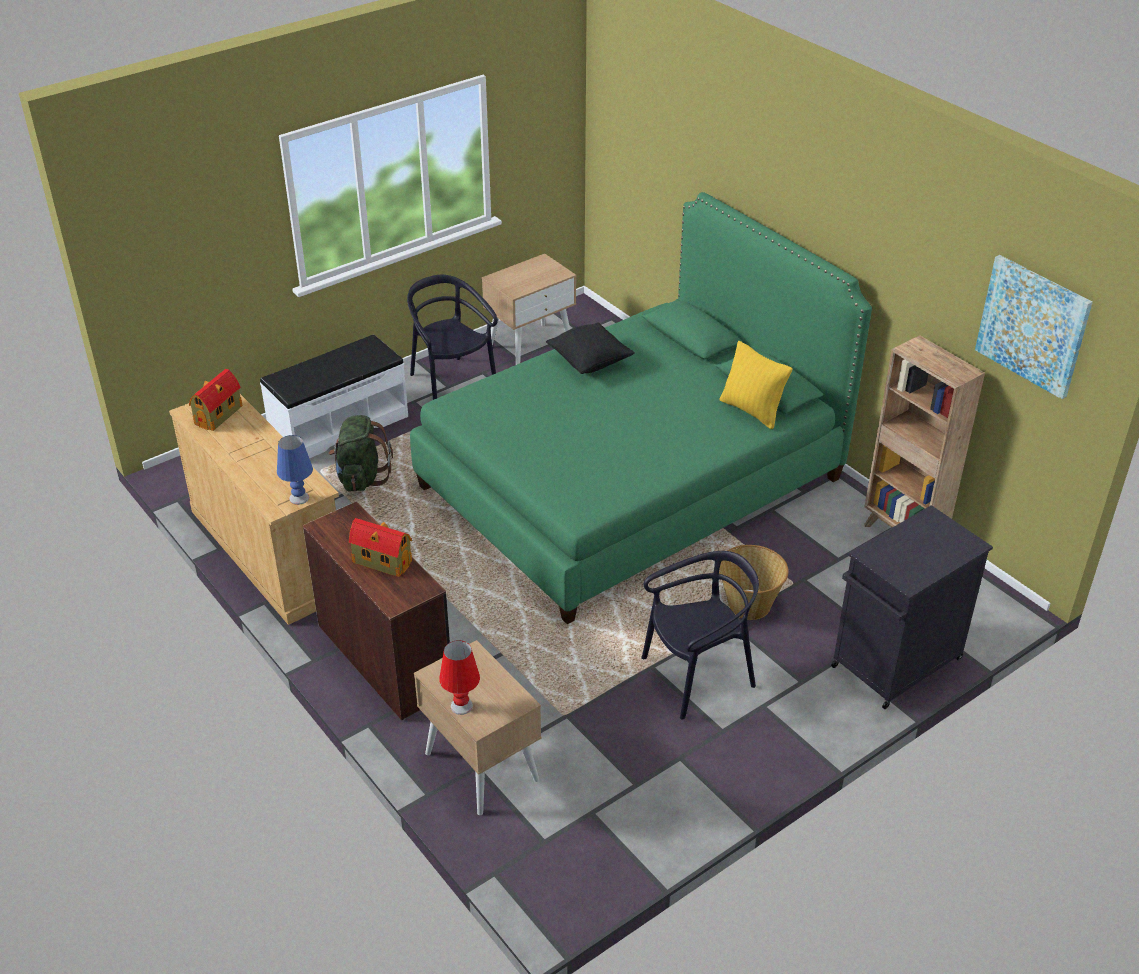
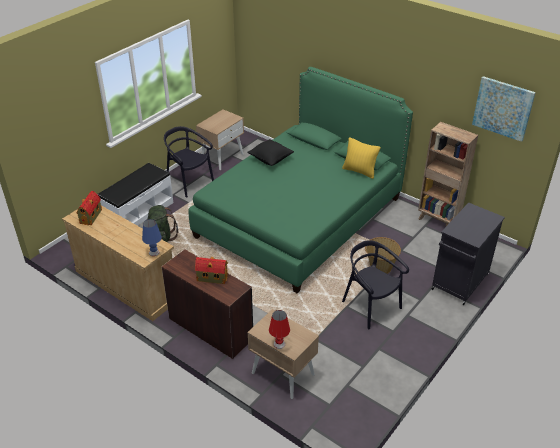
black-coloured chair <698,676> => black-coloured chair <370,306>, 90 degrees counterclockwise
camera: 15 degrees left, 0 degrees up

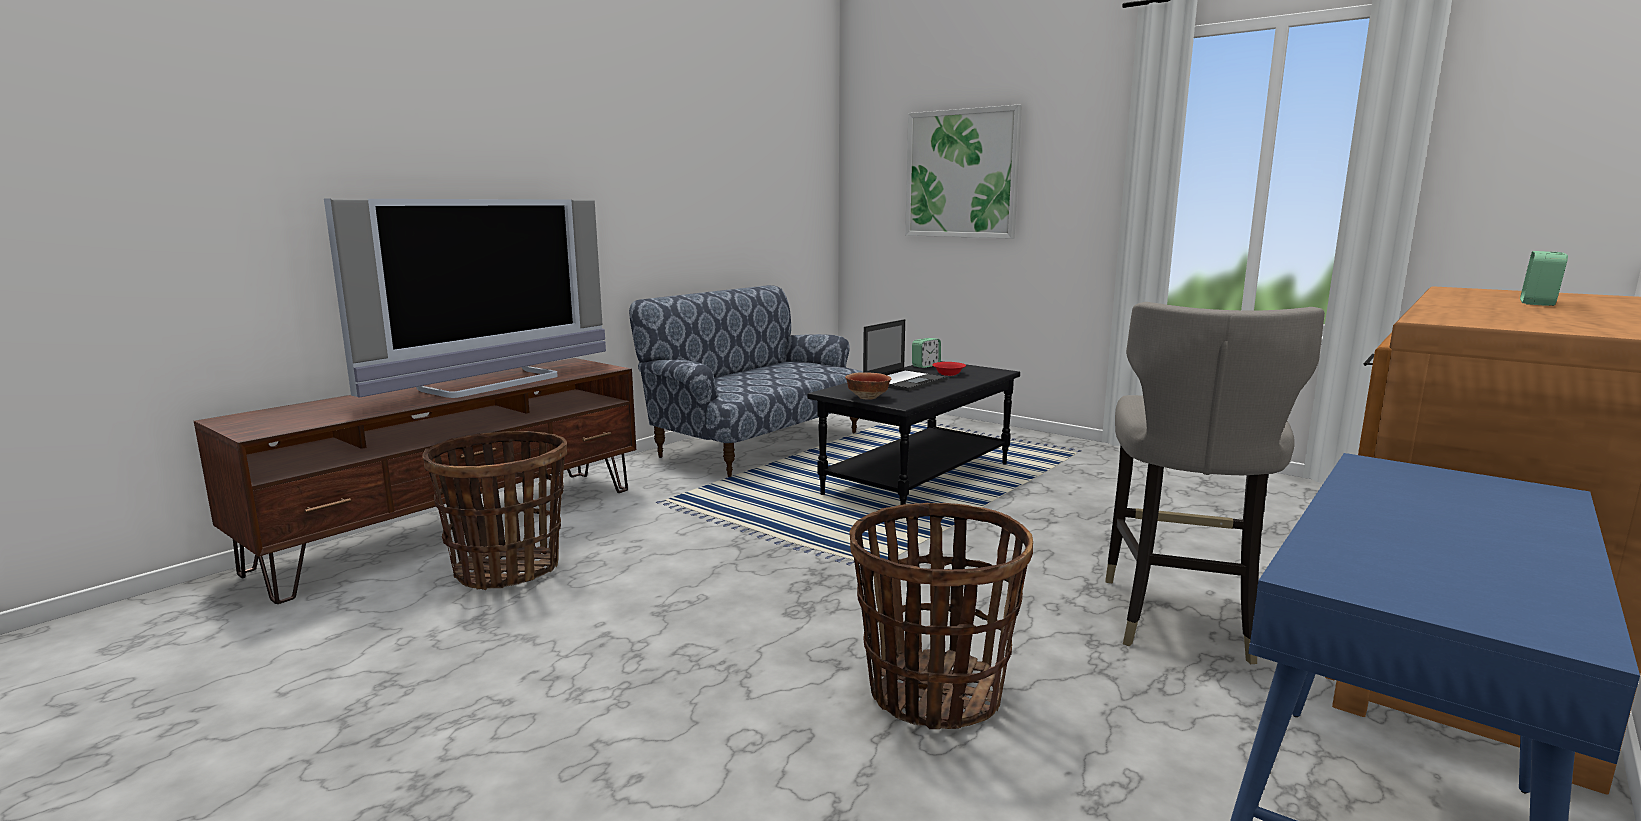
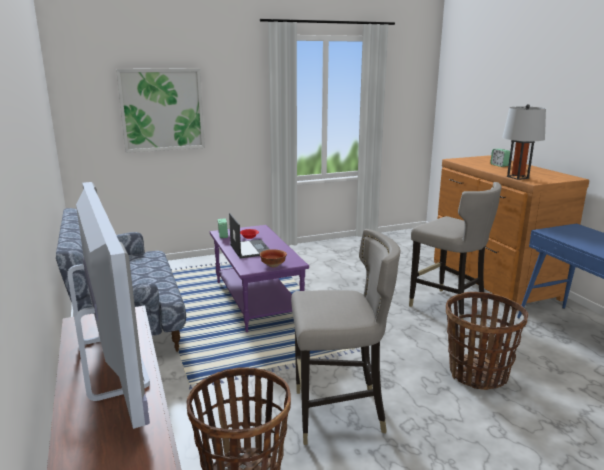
nothing => gray stool seat <339,414>
nothing => gray table lamp <518,177>
black-coloured coffee table <917,478> => purple coffee table <255,300>
camera: 60 degrees left, 5 degrees up

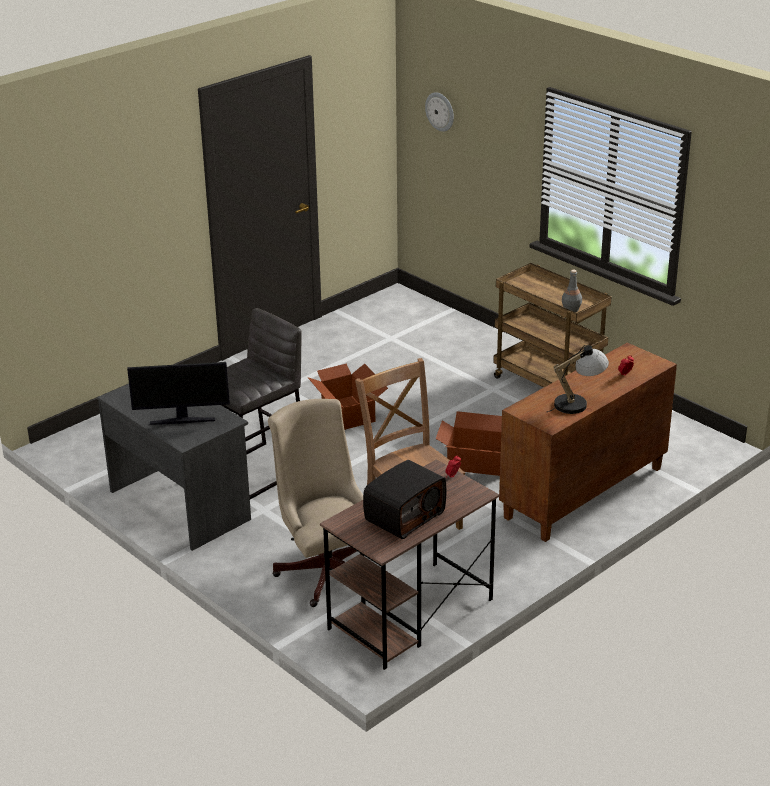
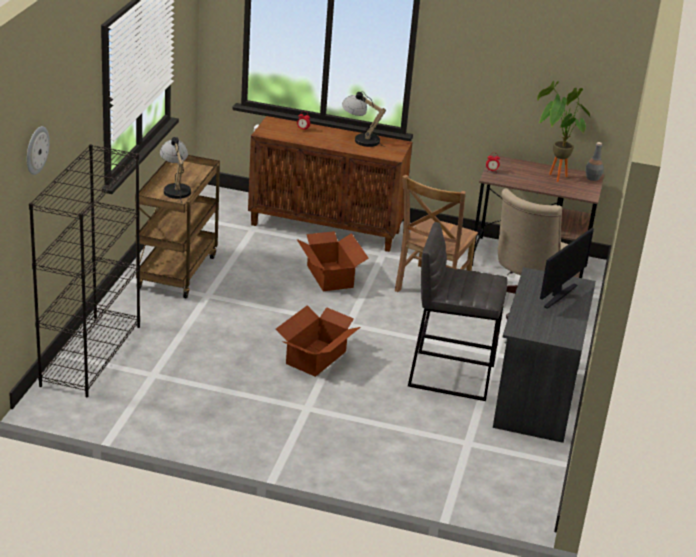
nothing => black-coloured bookshelf <91,355>
nothing => table lamp <175,188>
gray drink bottle <571,309> => gray drink bottle <592,178>, relocated
radio <404,516> => potted plant <553,177>
computer display <182,420> => computer display <559,295>, 75 degrees clockwise
camera: 125 degrees left, 0 degrees up

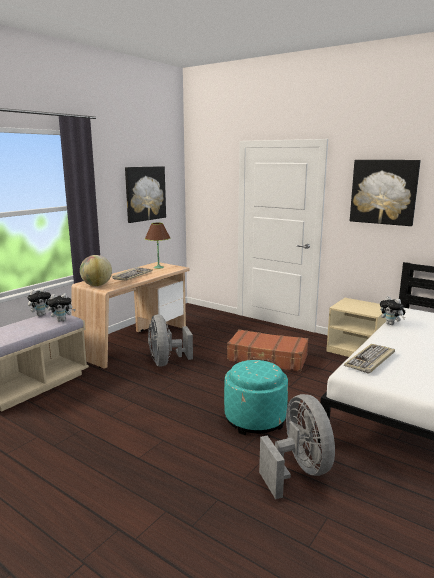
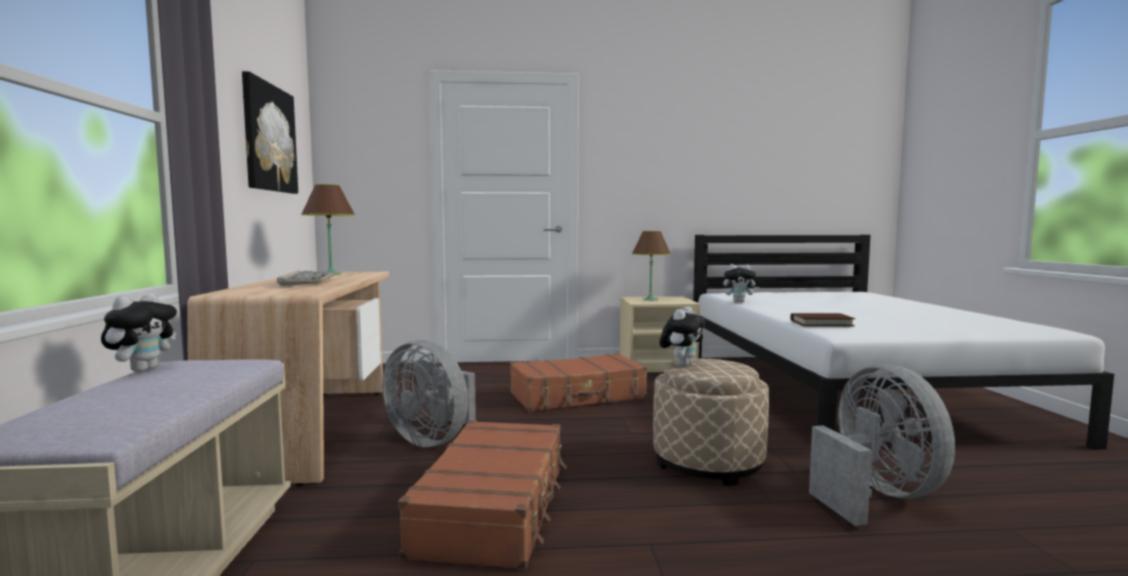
globe <97,285> => nothing
wall art <383,192> => nothing
nothing => brown-coloured suitcase <495,507>
nothing => brown-coloured table lamp <650,299>
soft toy <62,320> => soft toy <682,364>, relocated
keyboard <370,360> => brown-coloured volume <821,323>
turquoise pouffe <255,419> => sand-coloured pouffe <708,462>
gray electric fan <298,471> => gray electric fan <875,495>, 45 degrees clockwise
camera: 40 degrees left, 10 degrees down

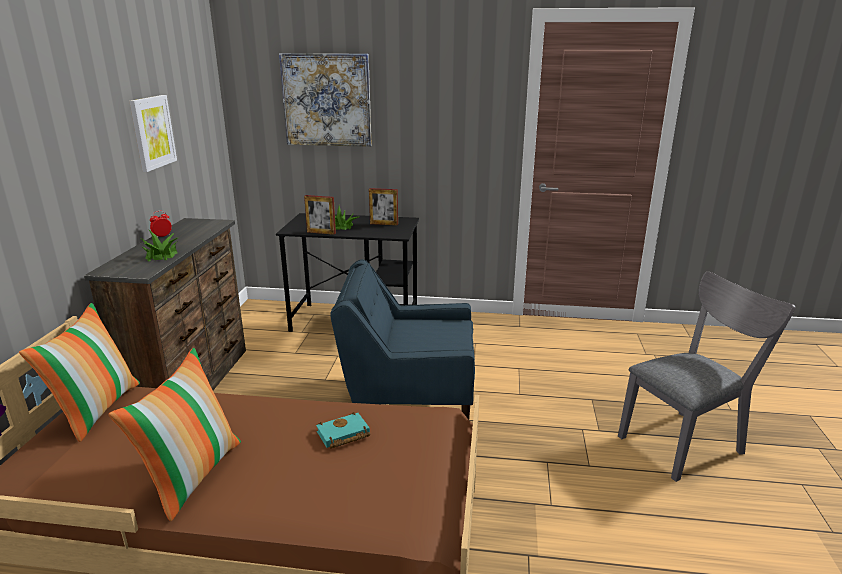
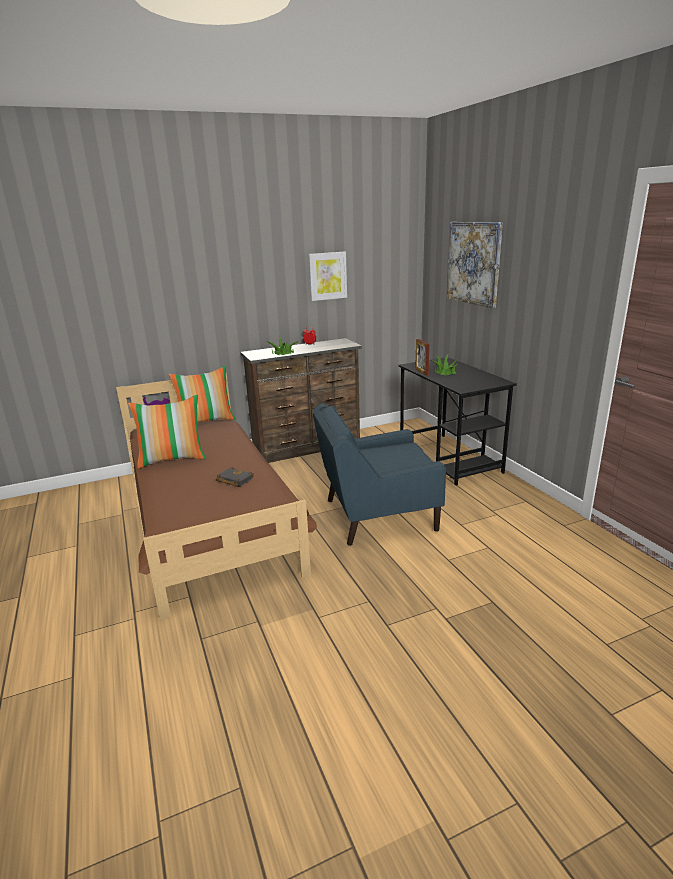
photo frame <384,224> => nothing
gray chair <686,441> => nothing
turquoise volume <342,435> => black-coloured volume <233,480>
blue easy chair <408,400> => blue easy chair <376,515>, 75 degrees counterclockwise
camera: 60 degrees right, 0 degrees up

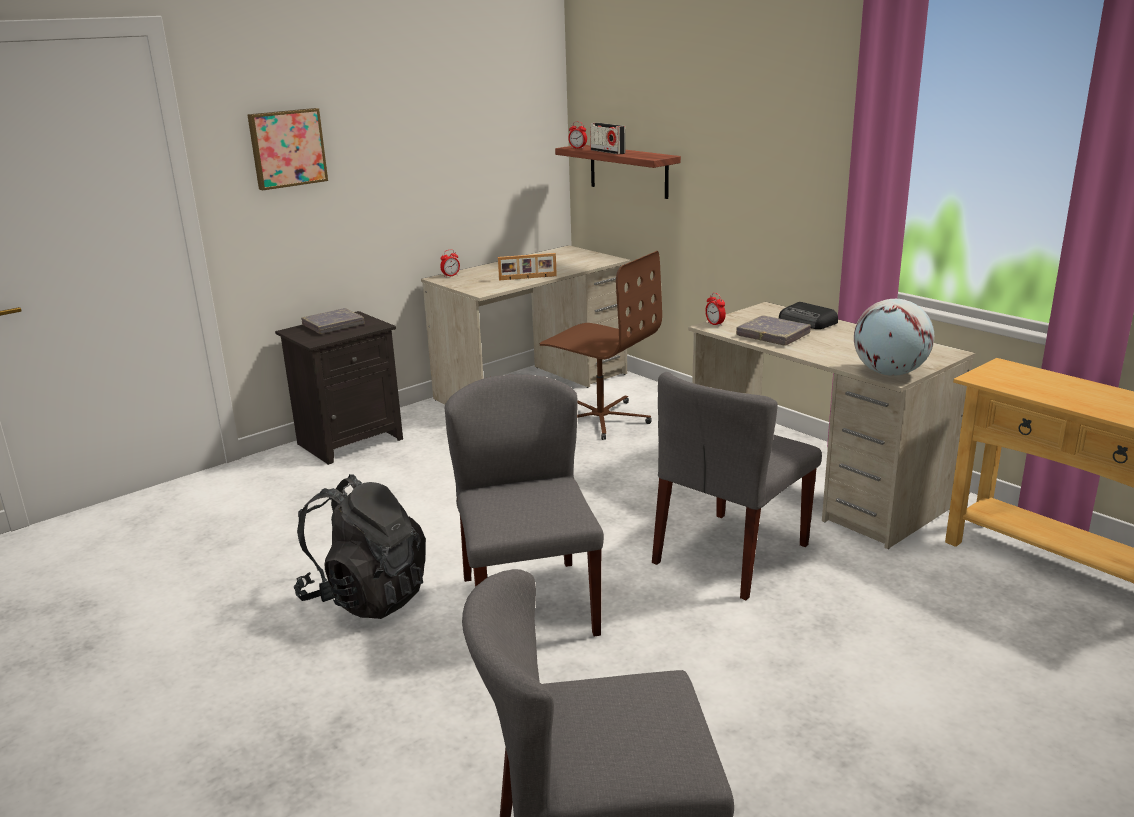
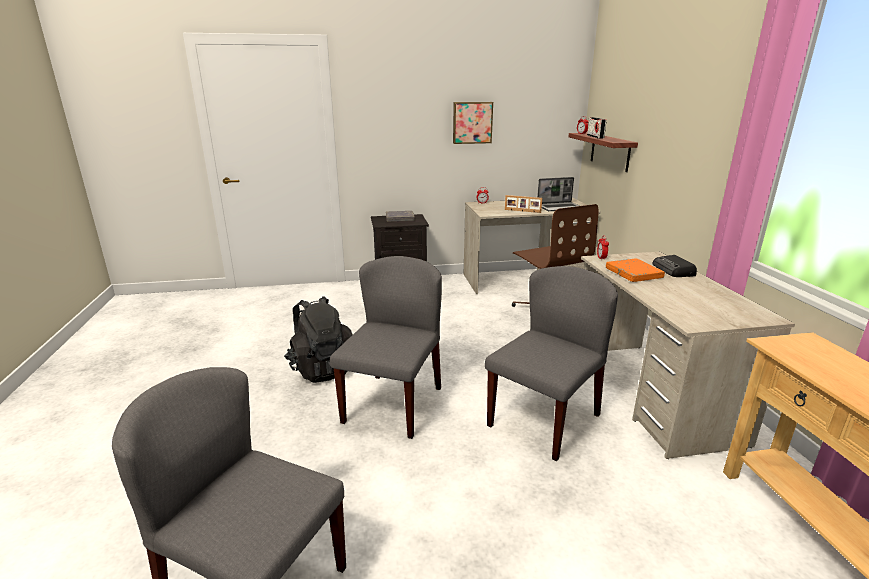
globe <889,373> => nothing
nothing => portable computer <560,207>
wall art <287,148> => wall art <472,122>, relocated
gray volume <773,335> => orange volume <633,273>
gray chair <731,554> => gray chair <544,419>, 150 degrees clockwise
camera: 30 degrees right, 0 degrees up

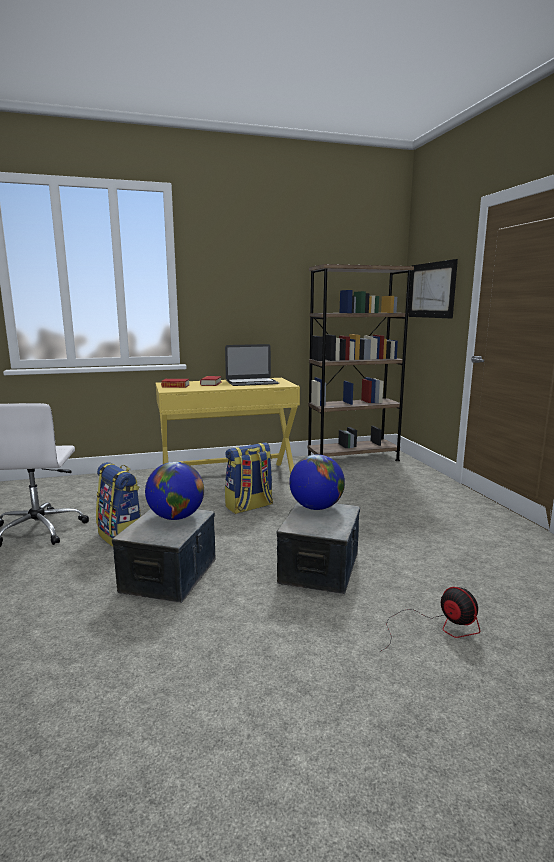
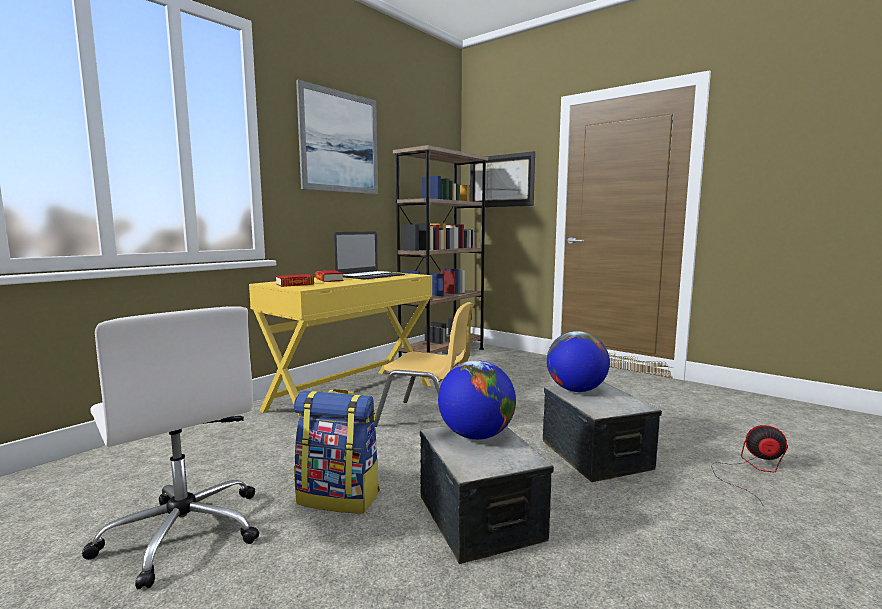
nothing => wall art <339,142>
rucksack <249,507> => yellowish chair <428,419>
camera: 35 degrees left, 5 degrees down

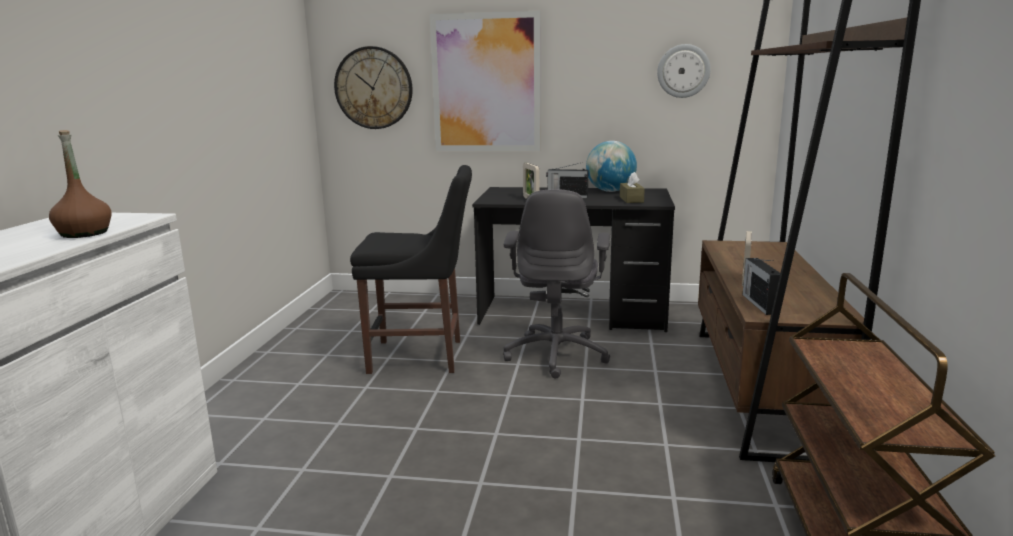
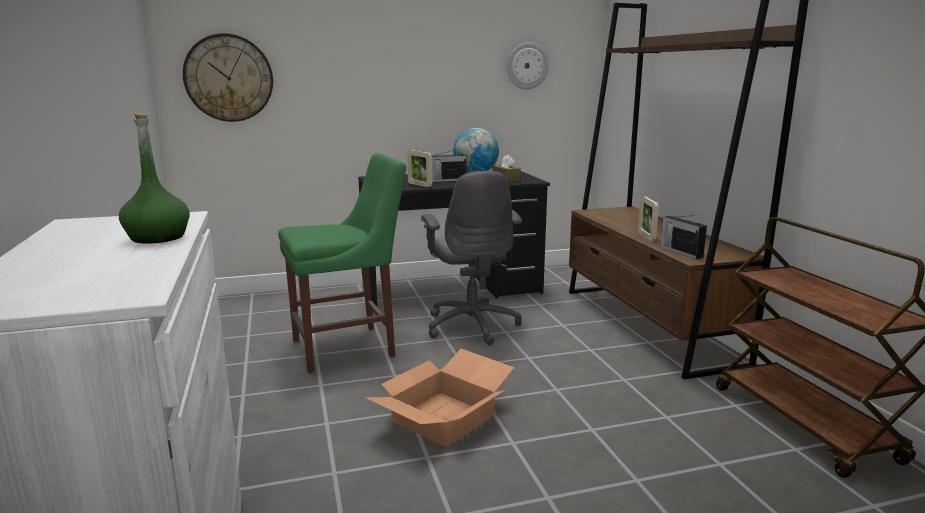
wall art <486,83> => nothing
nothing => carton <443,417>
brown-coloured drink bottle <85,233> => green-coloured drink bottle <158,237>
black-coloured chair <421,356> => green-coloured chair <349,347>
camera: 25 degrees left, 0 degrees up

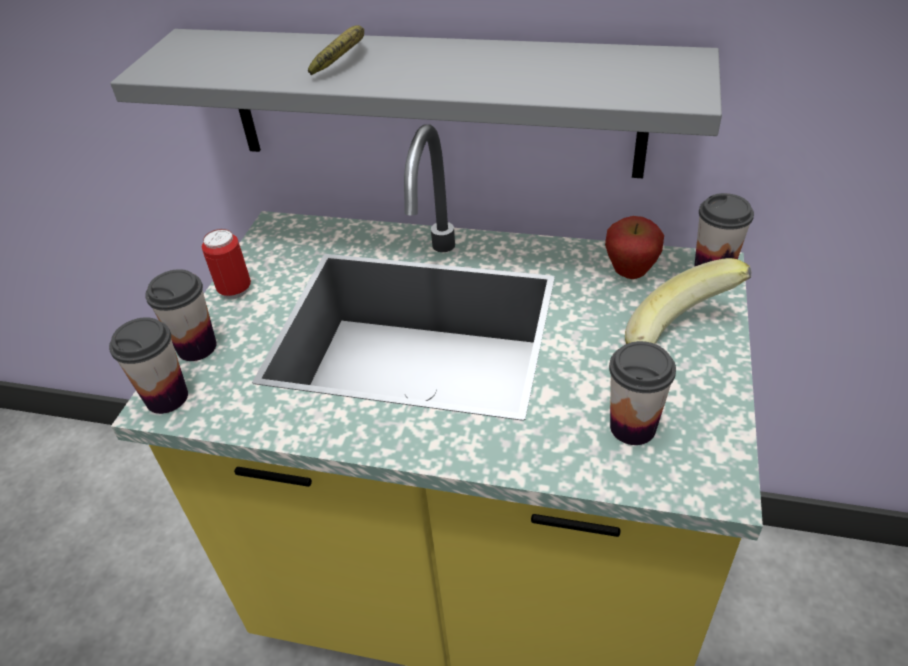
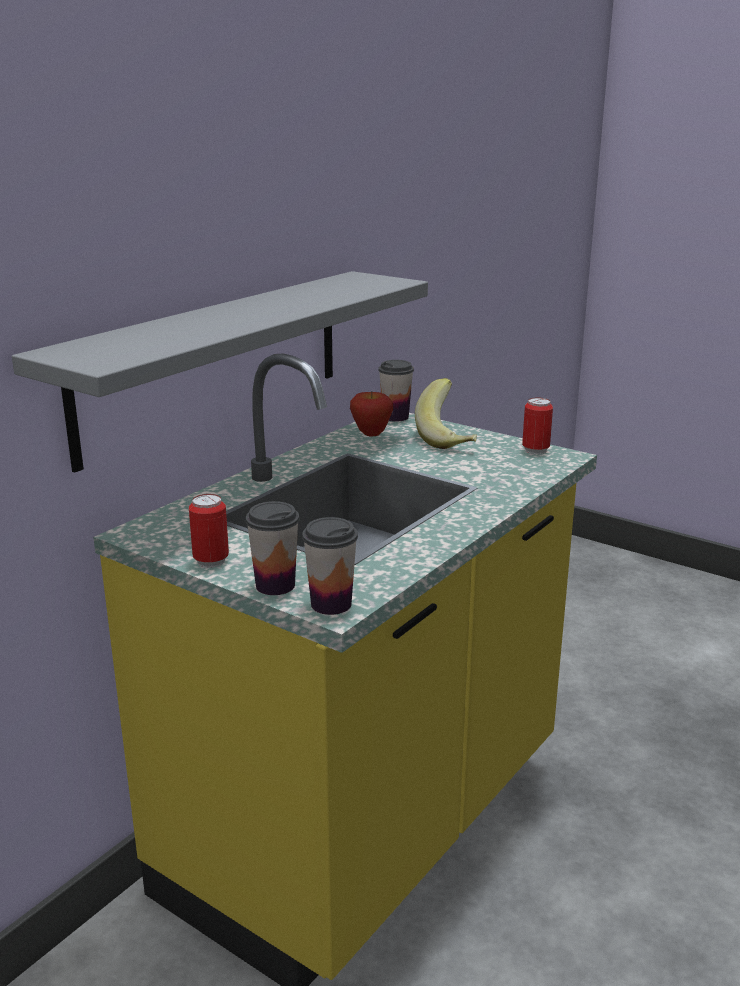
banana <344,60> => nothing
drinking cup <632,427> => nothing
nothing => sealed can <535,450>
camera: 70 degrees left, 20 degrees down

